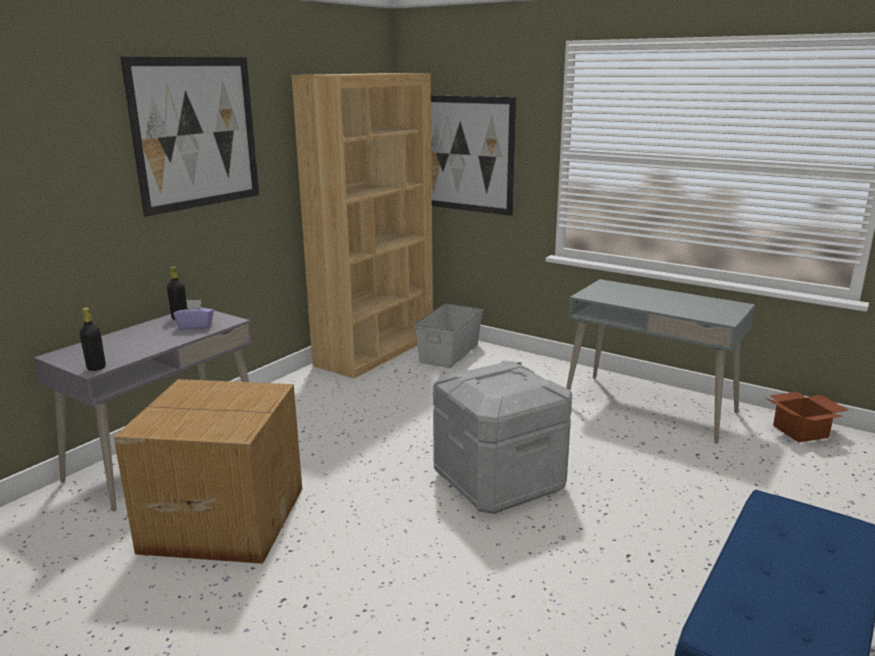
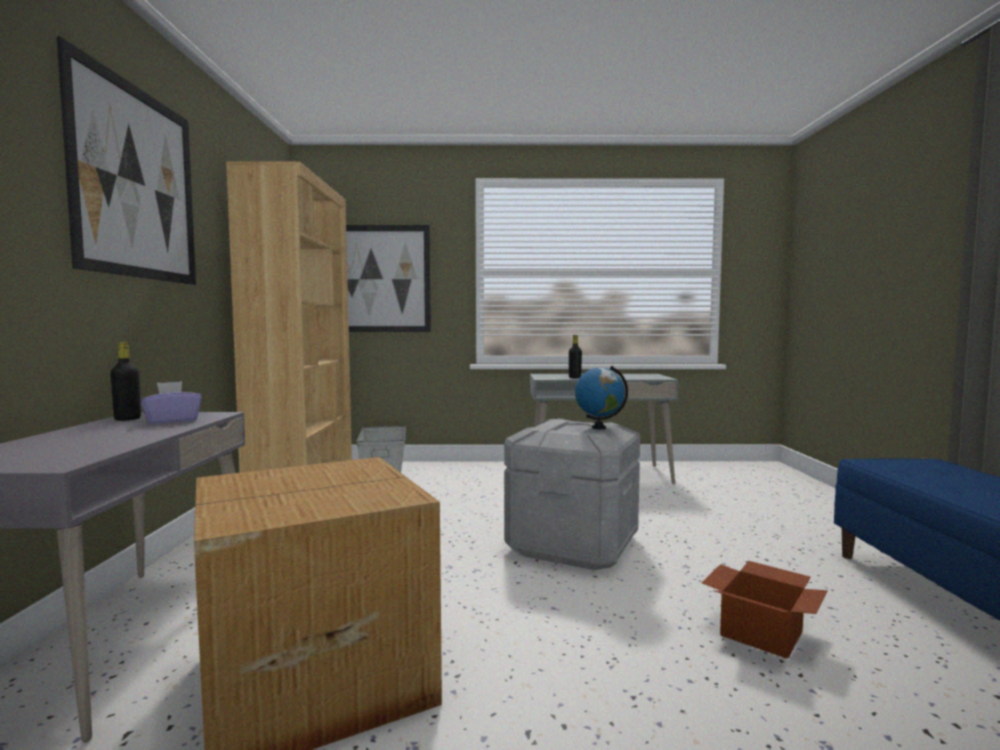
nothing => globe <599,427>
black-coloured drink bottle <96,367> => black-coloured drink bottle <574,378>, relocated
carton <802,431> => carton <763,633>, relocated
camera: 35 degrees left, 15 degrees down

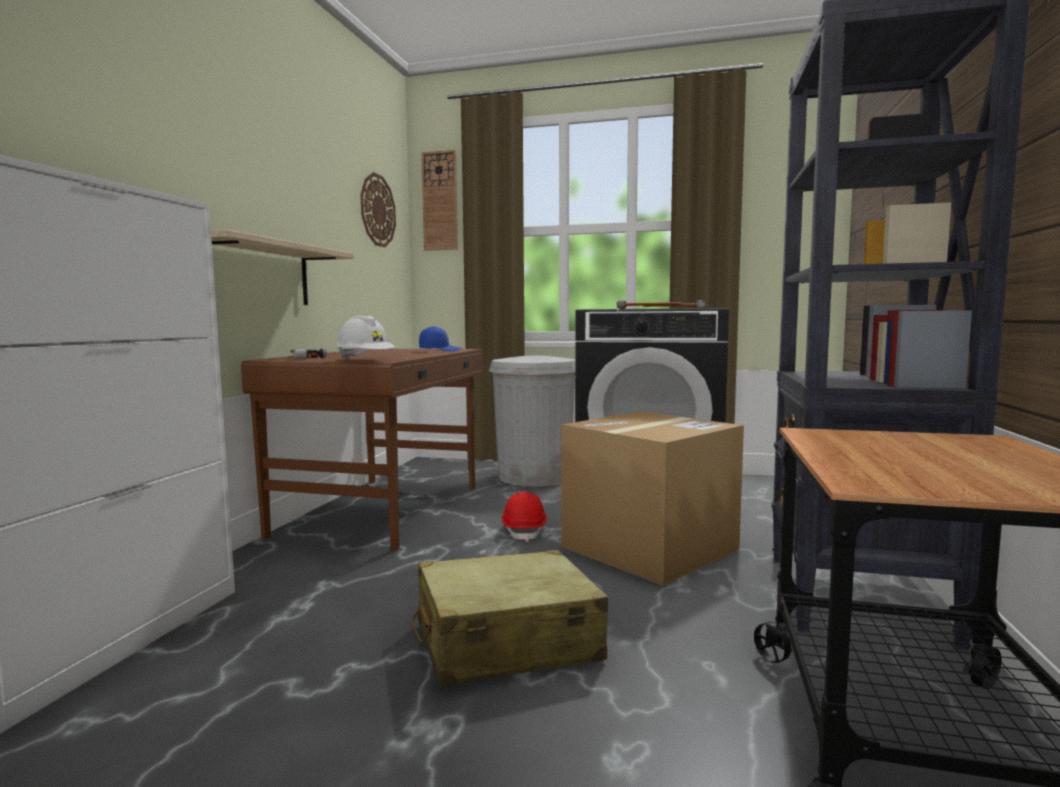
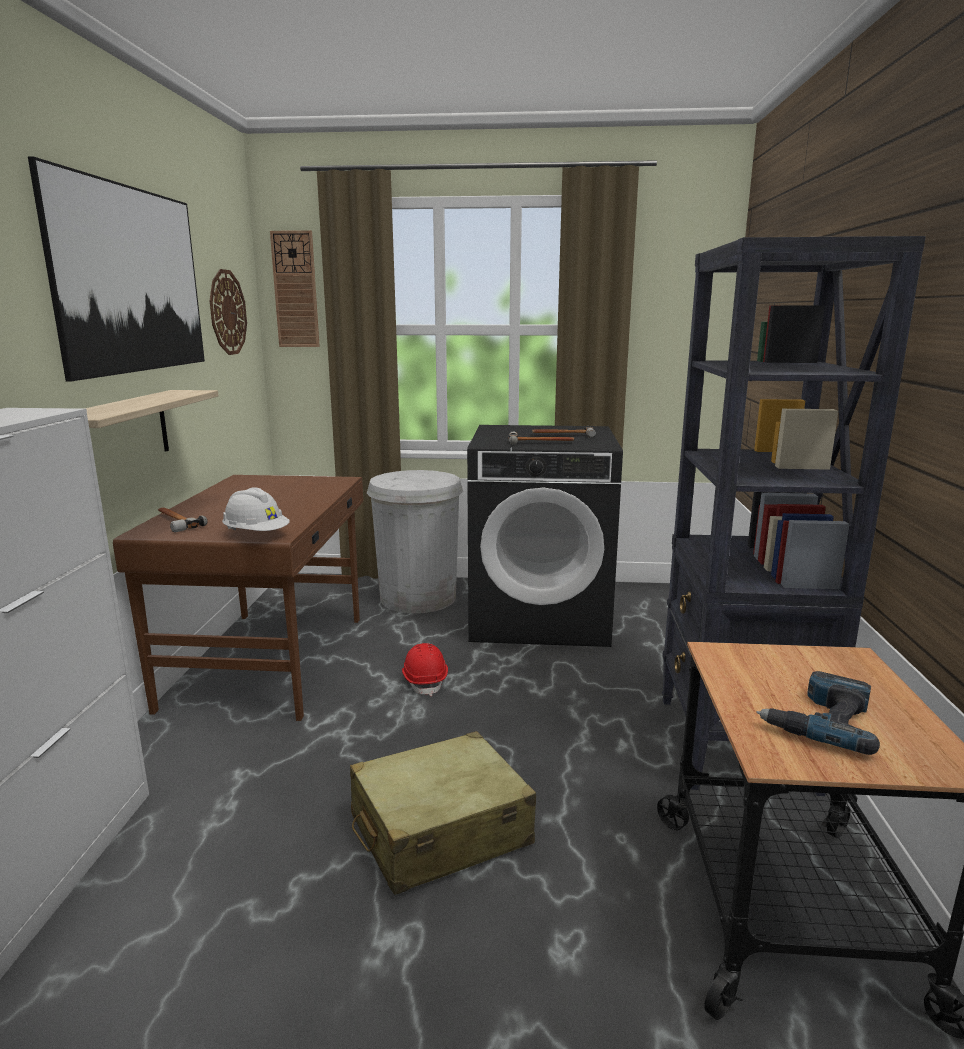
blue cap <440,350> => nothing
carton <649,548> => nothing
nothing => wall art <132,280>
nothing => electric drill <820,720>
camera: 10 degrees left, 10 degrees up

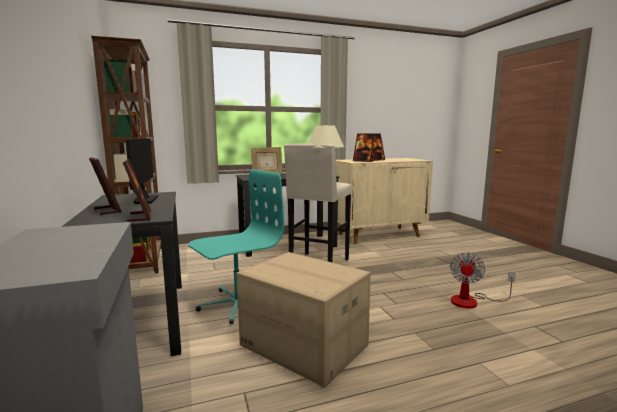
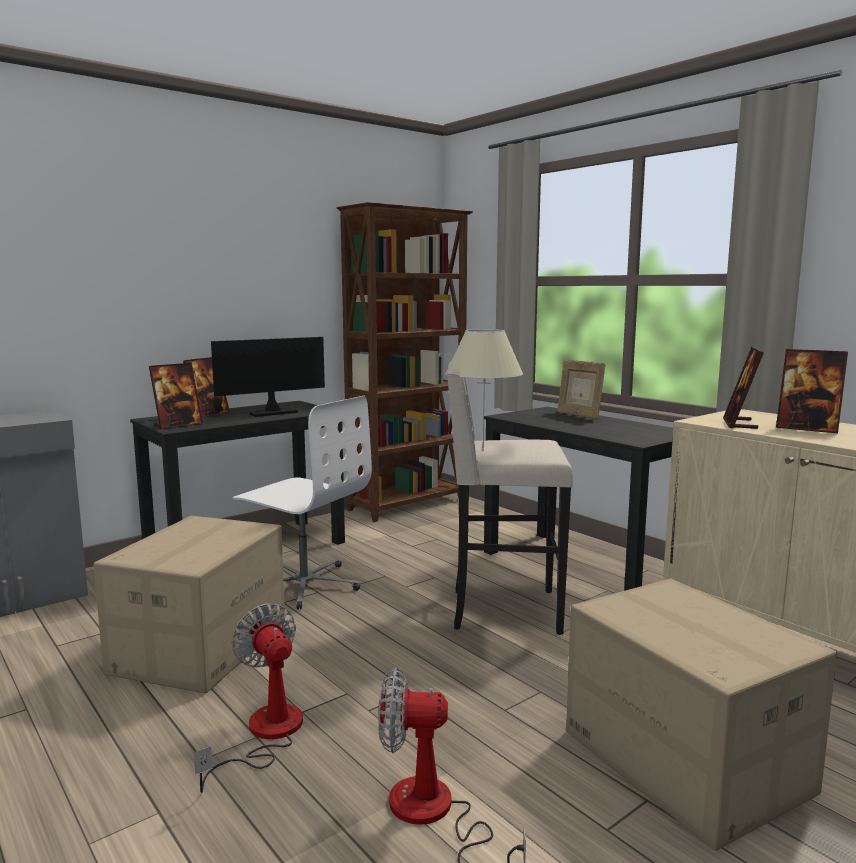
nothing => electric fan <265,735>
nothing => carton <682,761>
turquoise desk chair <237,304> => white-coloured desk chair <304,584>
camera: 70 degrees right, 0 degrees up

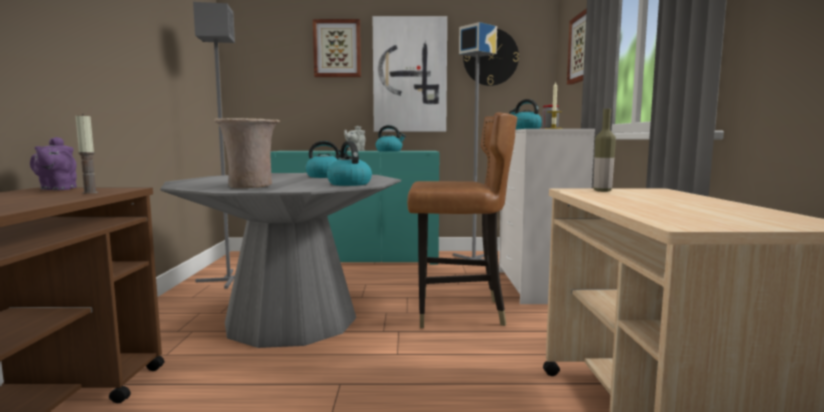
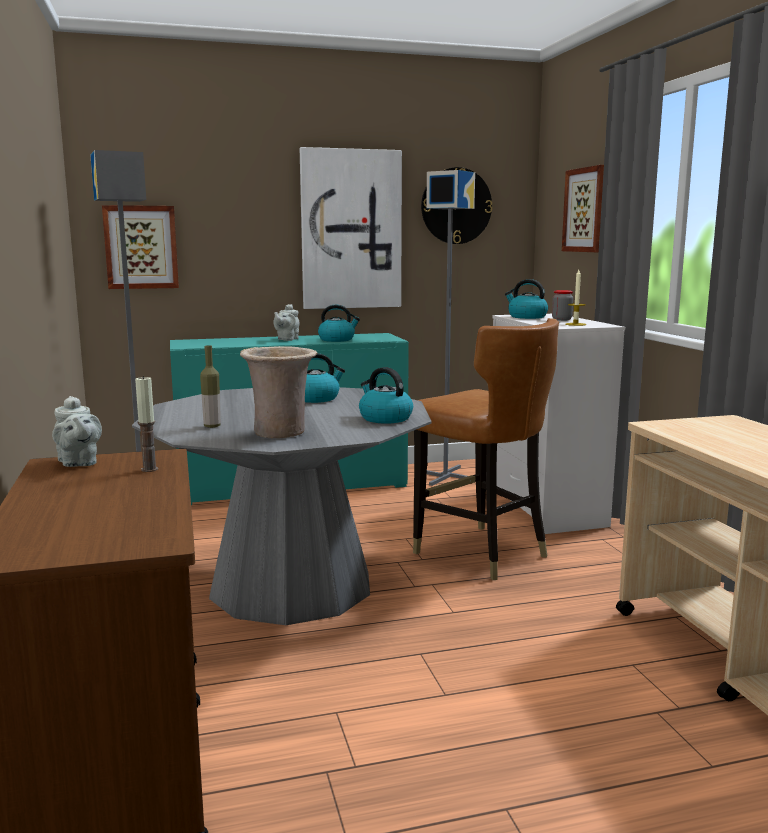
wall art <337,48> => wall art <141,247>, relocated
drink bottle <602,191> => drink bottle <212,426>, relocated
purple pot for tea <57,189> => gray pot for tea <78,463>
brown-coloured chair <457,312> => brown-coloured chair <480,552>, 60 degrees clockwise
camera: 15 degrees left, 5 degrees up

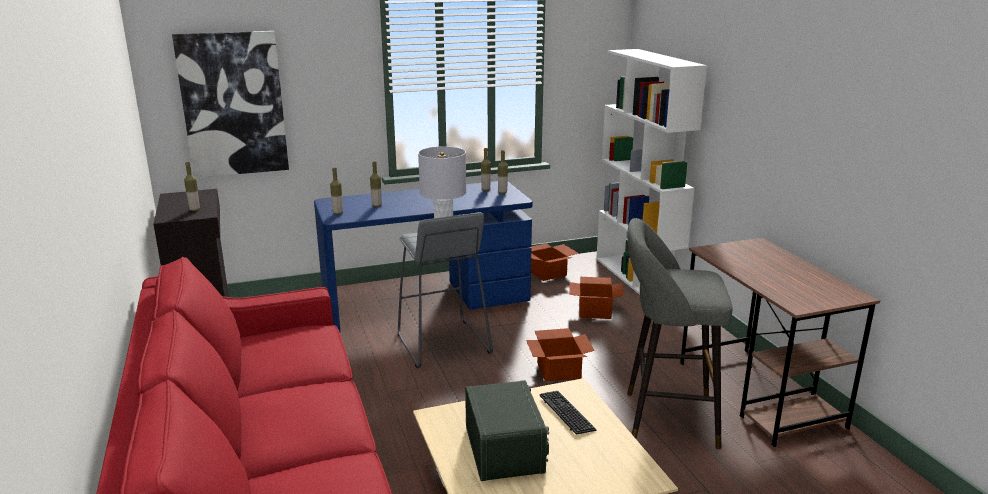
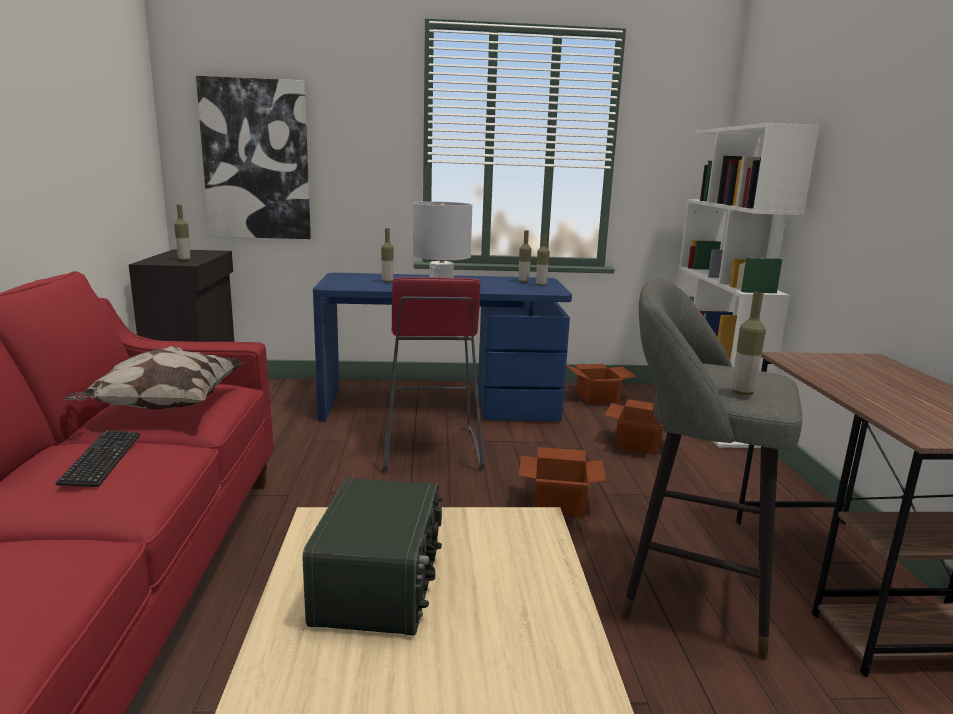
nothing => pillow <164,406>
drink bottle <338,213> => drink bottle <742,393>, relocated
keyboard <566,413> => keyboard <102,460>, relocated
gray stool seat <442,344> => red stool seat <430,450>
camera: 15 degrees right, 5 degrees down

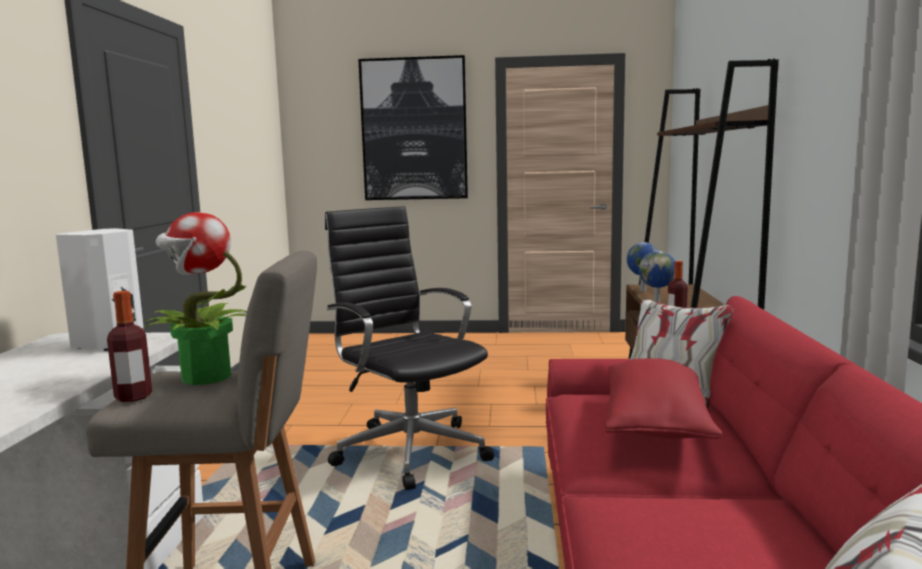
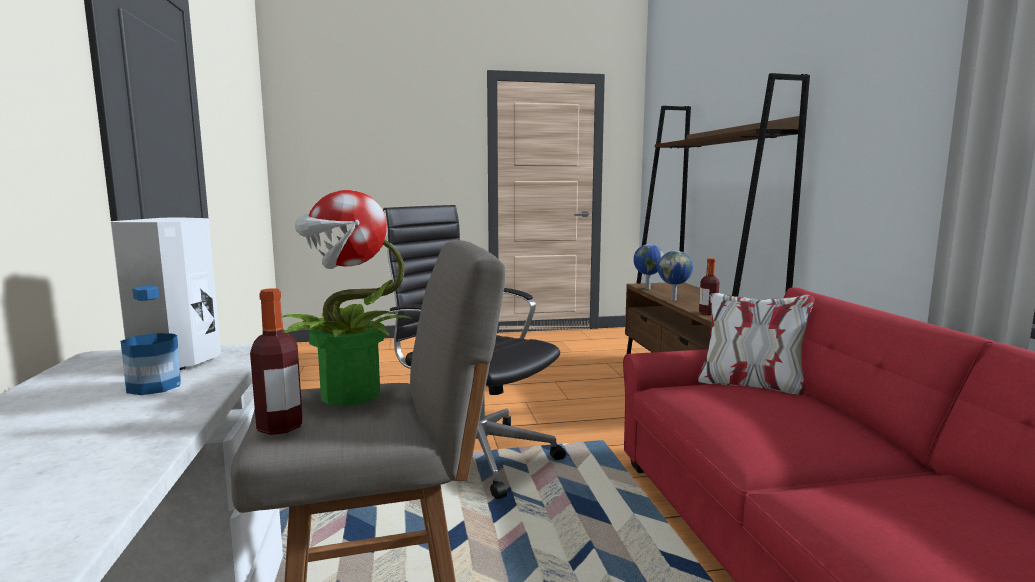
wall art <414,129> => nothing
red pillow <656,423> => nothing
nothing => drink bottle <154,386>
camera: 15 degrees left, 0 degrees up

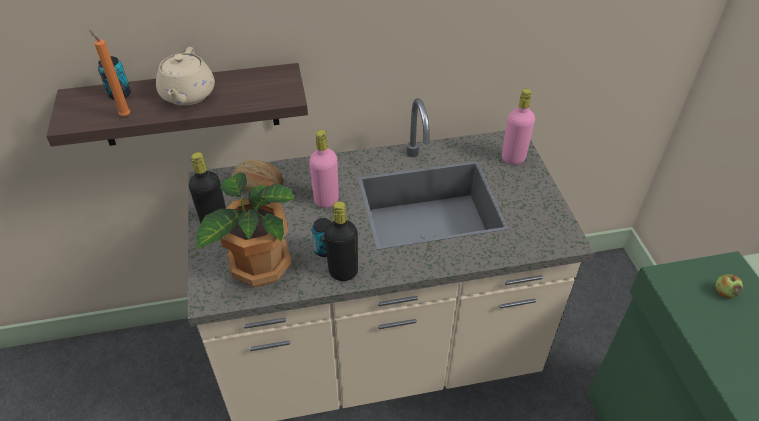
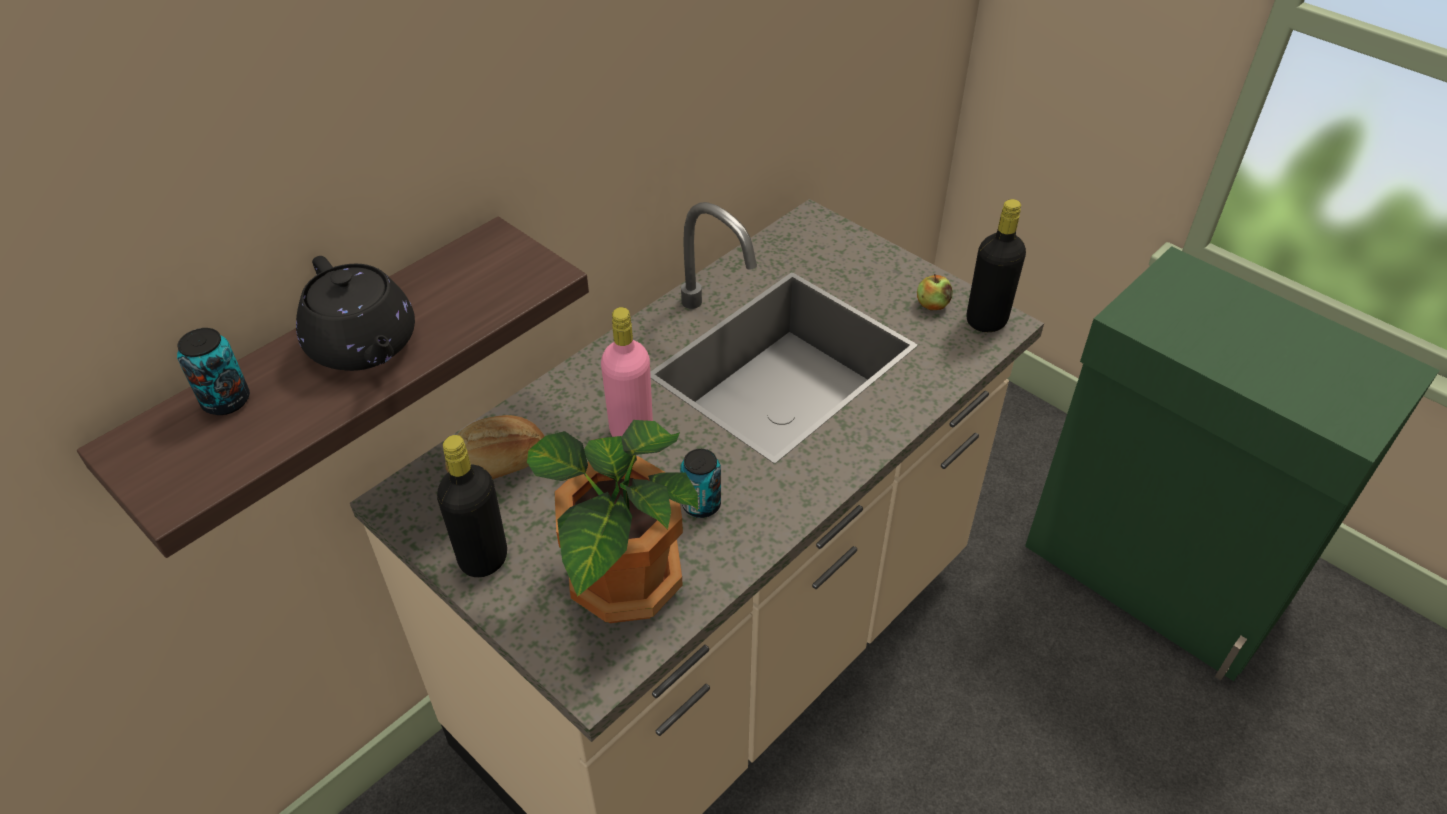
orange candle <124,115> => nothing
pink-coloured drink bottle <513,158> => nothing
black-coloured drink bottle <343,272> => black-coloured drink bottle <986,321>, relocated
whole apple <724,292> => whole apple <932,304>, relocated
sand-coloured pot for tea <187,95> => black-coloured pot for tea <364,346>
camera: 35 degrees left, 0 degrees up

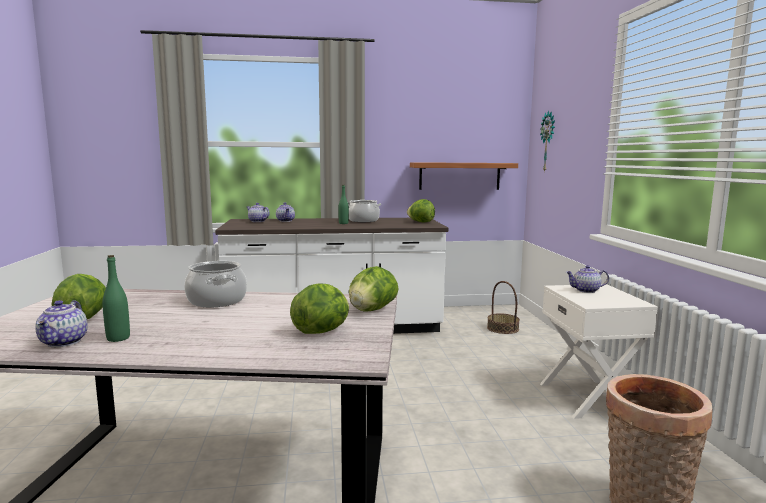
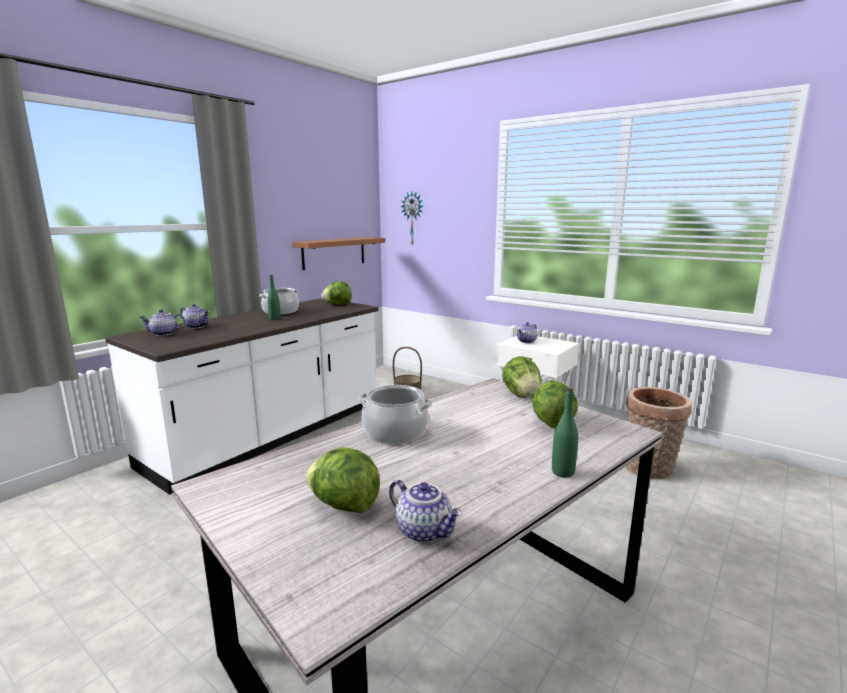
green-coloured drink bottle <118,338> => green-coloured drink bottle <562,472>, relocated
camera: 45 degrees left, 5 degrees up

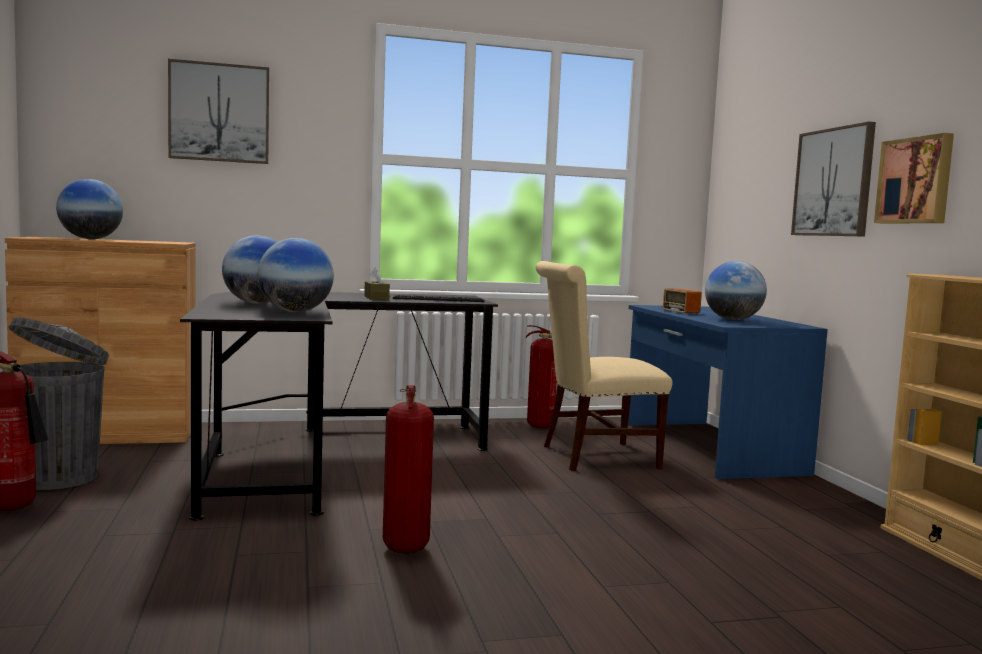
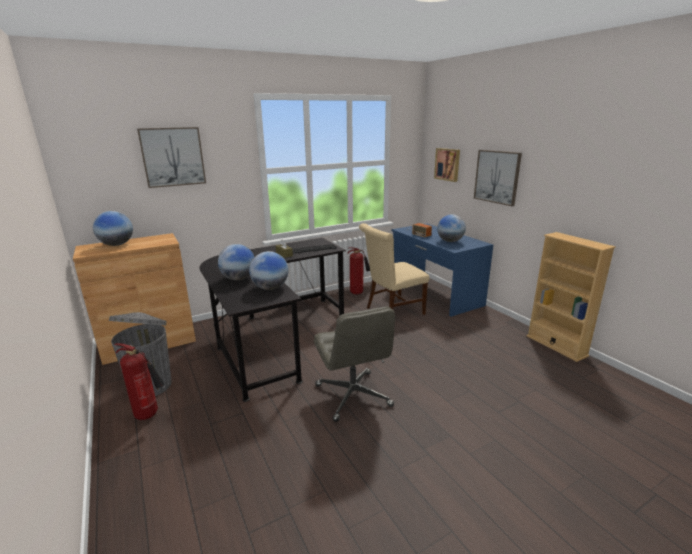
wall art <916,181> => wall art <447,164>, relocated
fire-fighting cylinder <404,547> => gray desk chair <353,396>
camera: 15 degrees left, 15 degrees up

